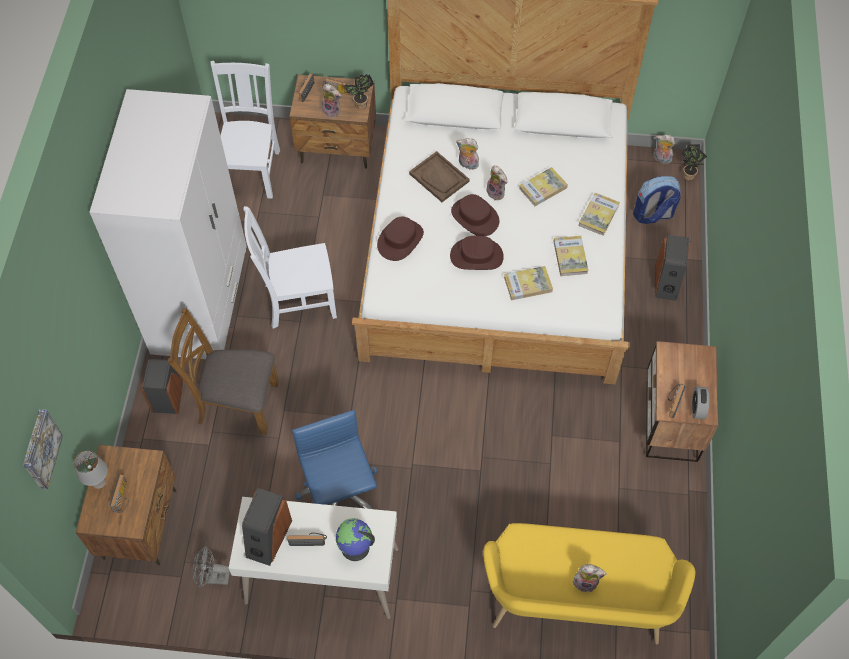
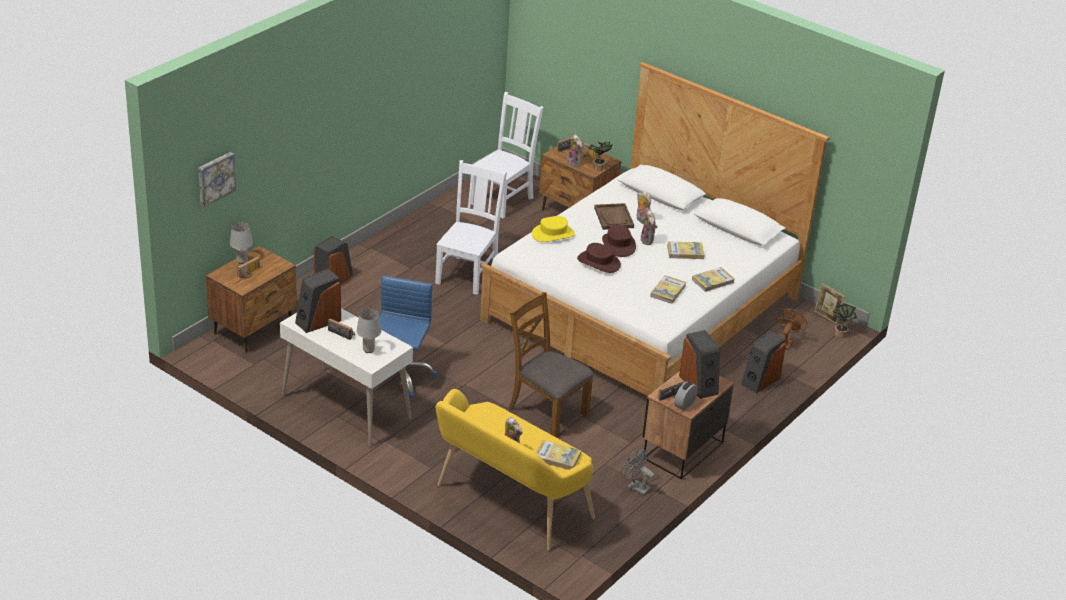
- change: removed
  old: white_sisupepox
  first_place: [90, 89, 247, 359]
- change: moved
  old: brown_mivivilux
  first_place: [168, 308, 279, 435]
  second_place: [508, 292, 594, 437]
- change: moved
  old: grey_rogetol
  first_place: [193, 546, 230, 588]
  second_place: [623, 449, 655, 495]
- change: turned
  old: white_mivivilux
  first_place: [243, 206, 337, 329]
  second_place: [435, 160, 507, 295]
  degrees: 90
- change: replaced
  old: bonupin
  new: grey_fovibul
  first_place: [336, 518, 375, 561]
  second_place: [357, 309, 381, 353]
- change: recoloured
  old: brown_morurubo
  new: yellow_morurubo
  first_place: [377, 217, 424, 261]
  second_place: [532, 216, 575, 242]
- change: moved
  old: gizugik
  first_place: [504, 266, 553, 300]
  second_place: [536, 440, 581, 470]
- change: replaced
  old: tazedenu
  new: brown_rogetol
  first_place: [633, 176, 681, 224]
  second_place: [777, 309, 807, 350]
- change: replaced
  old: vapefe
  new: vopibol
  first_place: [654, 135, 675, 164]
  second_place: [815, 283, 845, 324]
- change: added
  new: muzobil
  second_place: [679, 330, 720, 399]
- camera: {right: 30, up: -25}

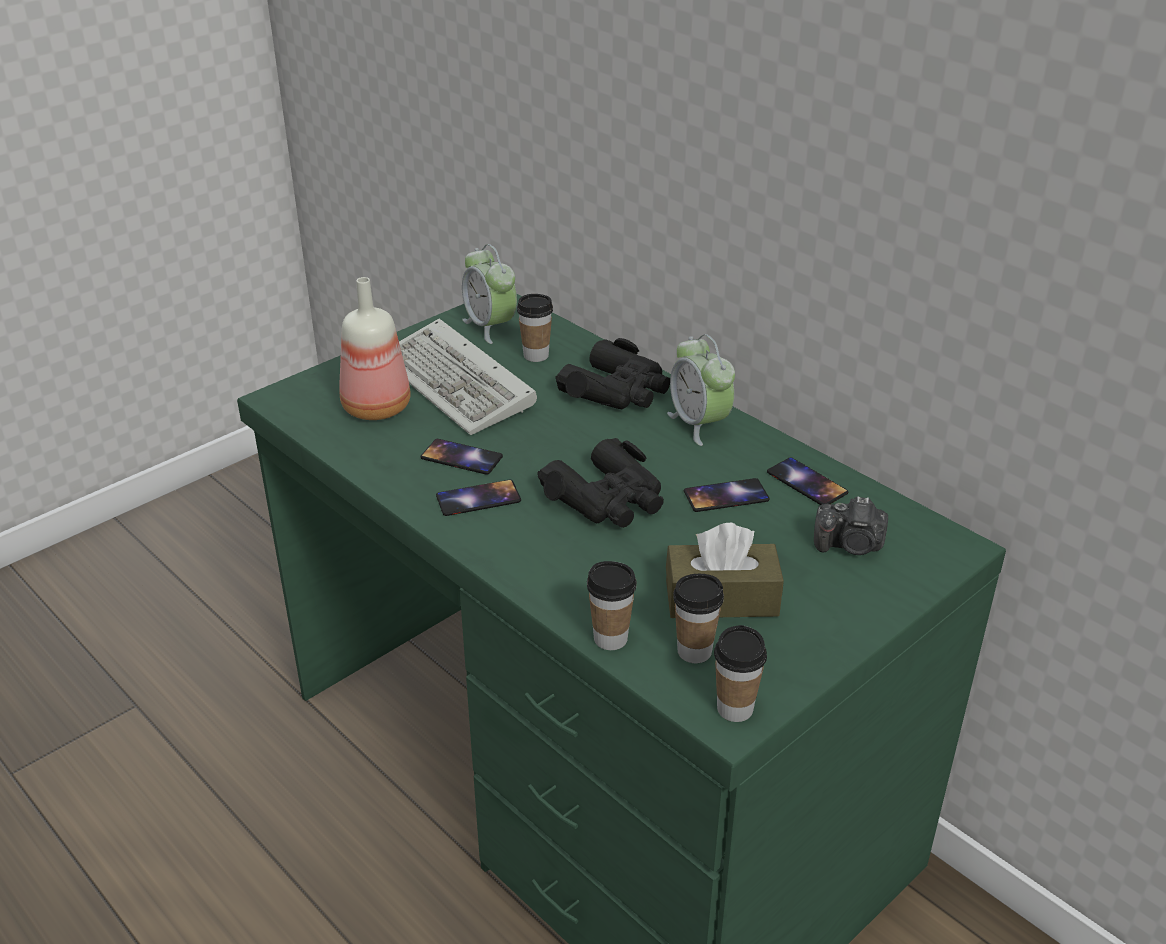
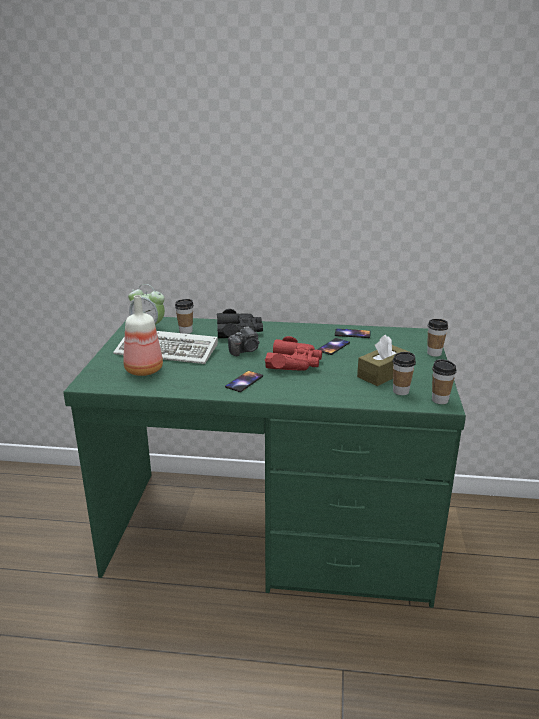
- change: removed
  old: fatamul
  first_place: [420, 439, 503, 475]
- change: recoloured
  old: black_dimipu
  new: red_dimipu
  first_place: [537, 438, 664, 528]
  second_place: [265, 336, 322, 371]
- change: moved
  old: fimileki
  first_place: [587, 561, 637, 650]
  second_place: [427, 319, 448, 357]
- change: removed
  old: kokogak
  first_place: [667, 334, 735, 446]
- change: moved
  old: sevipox
  first_place: [814, 496, 888, 555]
  second_place: [228, 326, 260, 356]
- camera: {right: -40, up: -10}

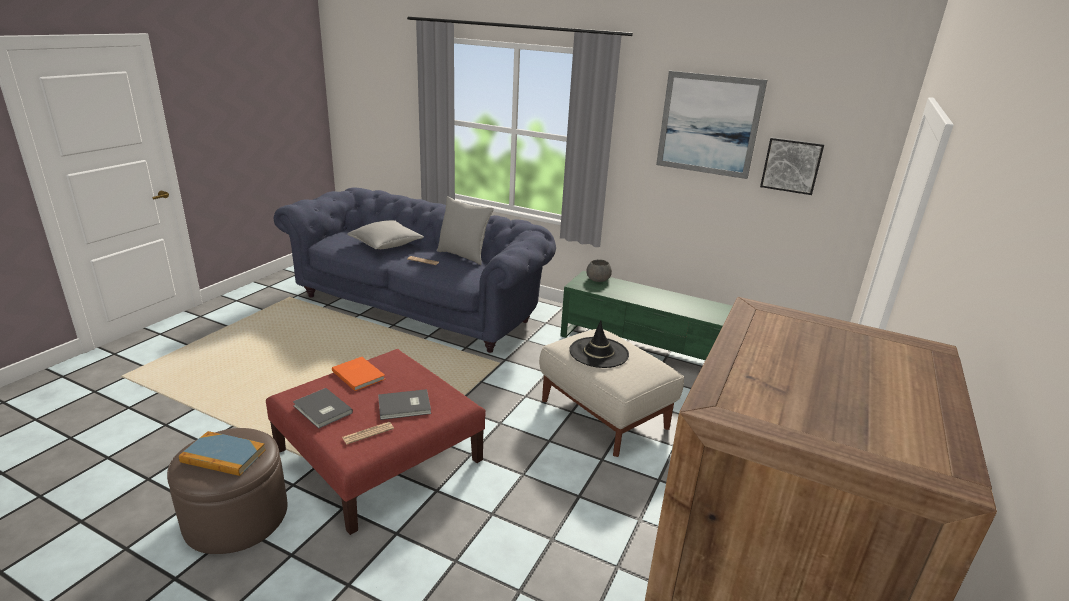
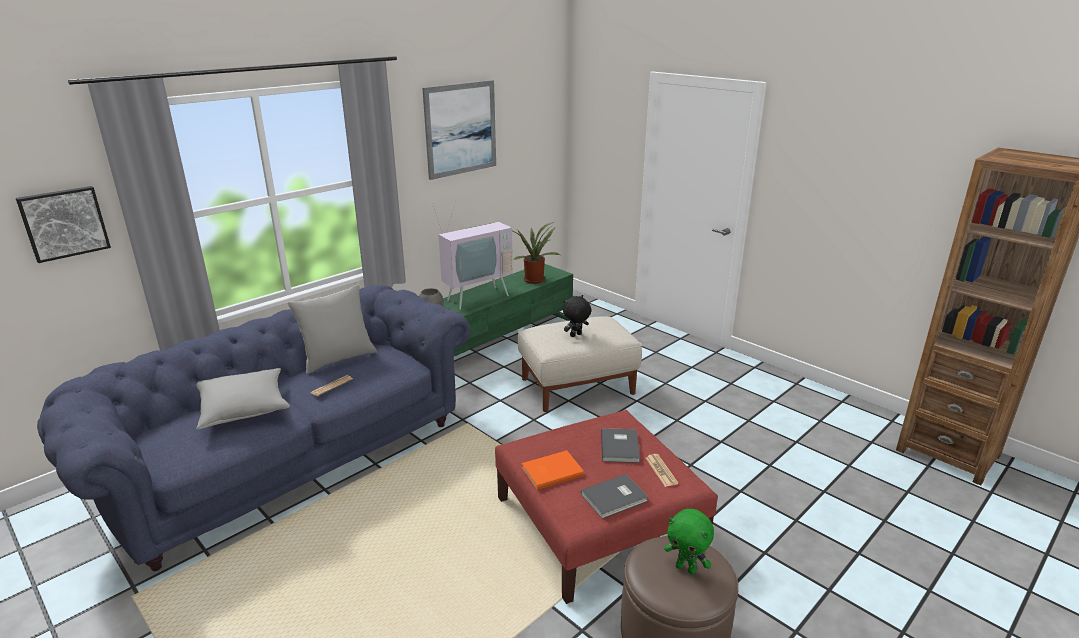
- change: replaced
  old: gizugik
  new: green_vapefe
  first_place: [179, 431, 266, 476]
  second_place: [664, 509, 714, 574]
- change: replaced
  old: black_morurubo
  new: black_vapefe
  first_place: [569, 320, 629, 368]
  second_place: [563, 295, 592, 337]
- change: moved
  old: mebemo
  first_place: [760, 137, 825, 195]
  second_place: [16, 186, 111, 263]
- change: added
  new: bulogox
  second_place: [432, 201, 513, 310]
- change: added
  new: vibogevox
  second_place: [512, 222, 560, 284]
- camera: {right: -70, up: 0}

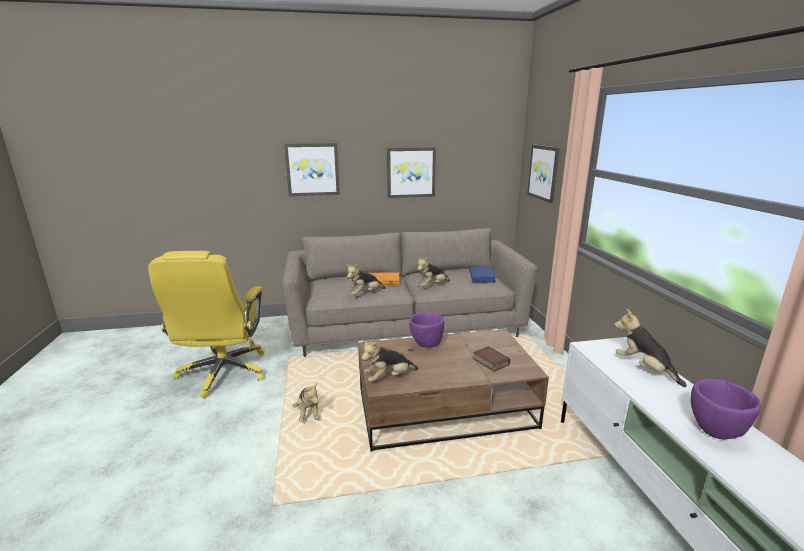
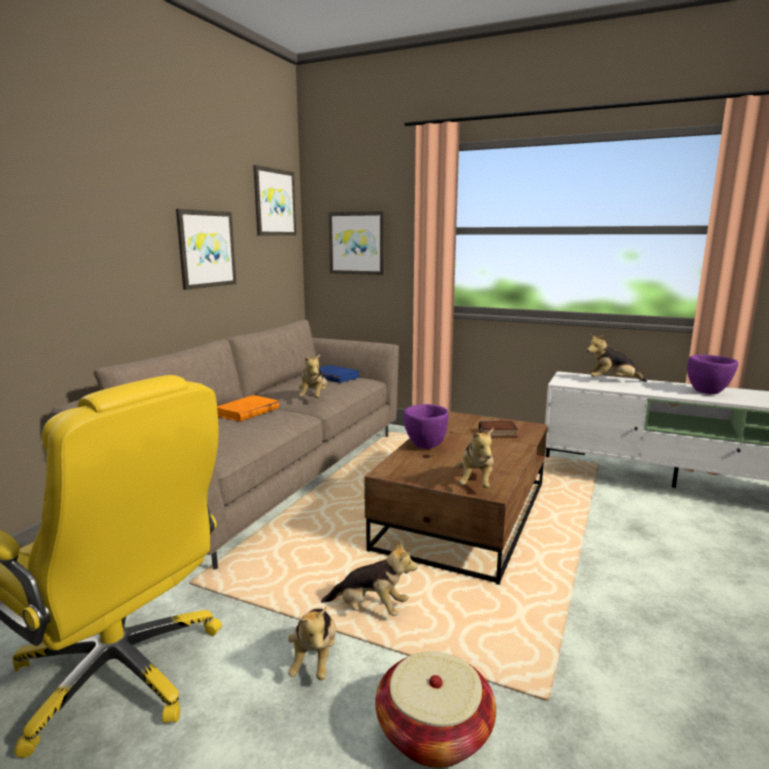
- change: moved
  old: mebemo
  first_place: [284, 143, 340, 196]
  second_place: [253, 165, 296, 236]
- change: moved
  old: vapefe
  first_place: [346, 264, 385, 295]
  second_place: [288, 606, 336, 680]
- change: added
  new: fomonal
  second_place: [375, 651, 496, 768]
- camera: {right: -55, up: -5}

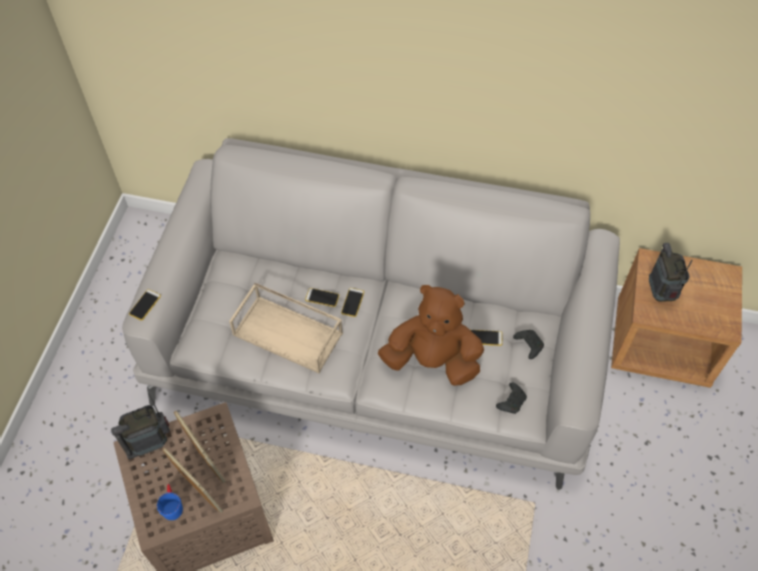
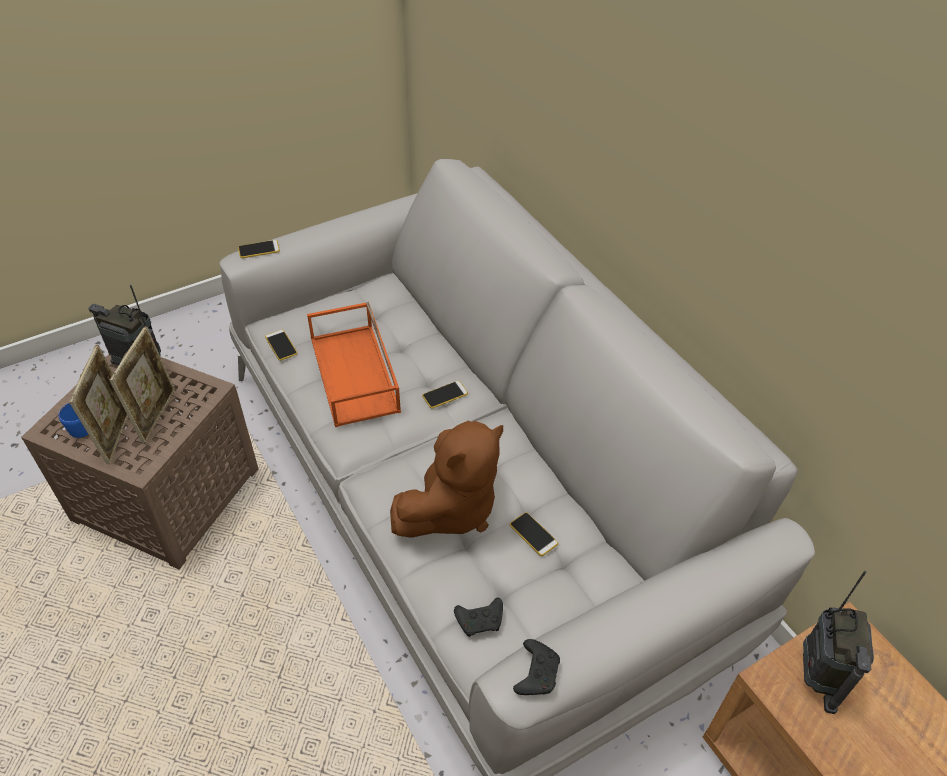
- change: recoloured
  old: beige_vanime
  new: orange_vanime
  first_place: [229, 283, 343, 373]
  second_place: [307, 302, 401, 427]
- change: moved
  old: fatamul
  first_place: [305, 288, 339, 307]
  second_place: [265, 330, 298, 361]
- change: turned
  old: brown_vapefe
  first_place: [378, 285, 484, 386]
  second_place: [390, 421, 503, 538]
  degrees: 75
- change: moved
  old: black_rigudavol
  first_place: [513, 330, 544, 359]
  second_place: [513, 639, 560, 695]
- change: turned
  old: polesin
  first_place: [649, 243, 692, 302]
  second_place: [803, 571, 874, 714]
  degrees: 150
- camera: {right: 45, up: -10}

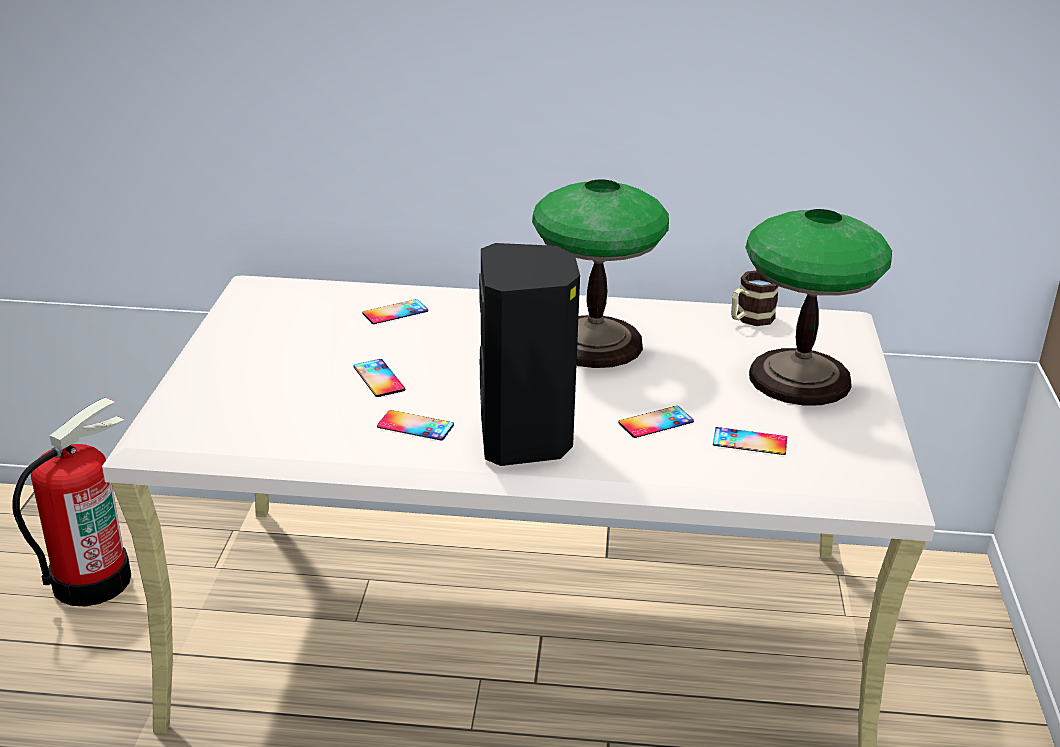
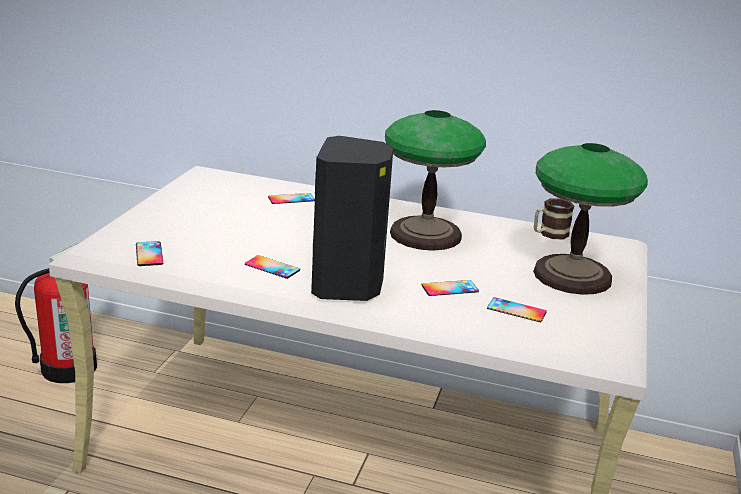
- change: moved
  old: fatamul
  first_place: [353, 359, 406, 397]
  second_place: [136, 241, 163, 266]
- camera: {right: 10, up: -5}

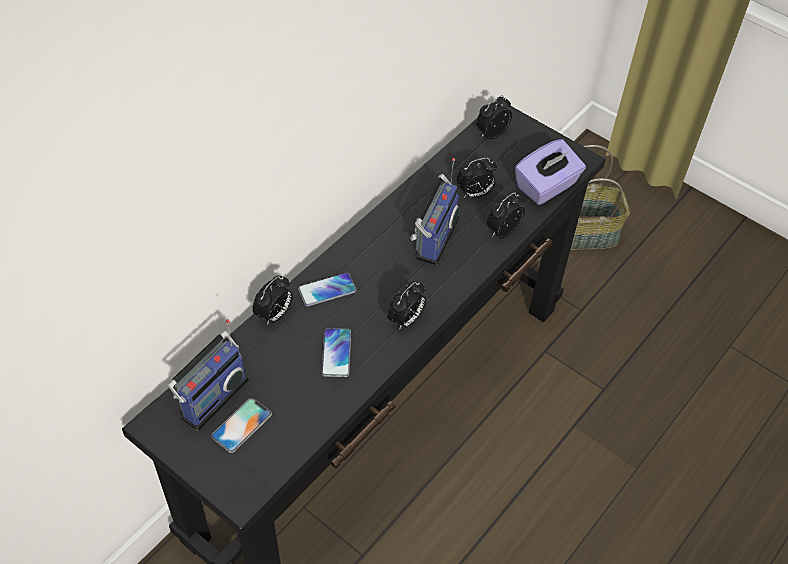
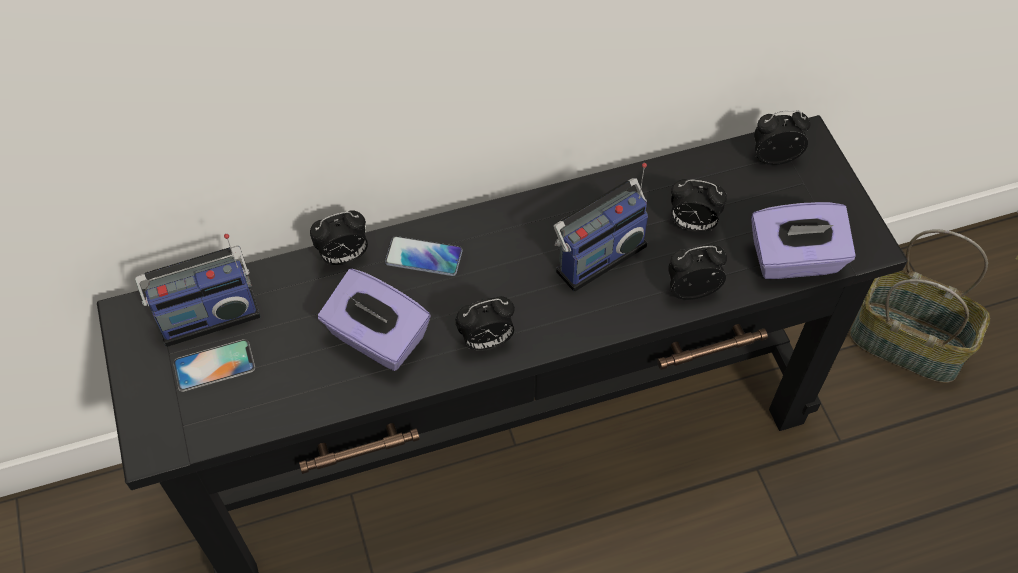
- change: replaced
  old: fatamul
  new: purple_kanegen
  first_place: [322, 328, 351, 377]
  second_place: [318, 269, 431, 371]
- camera: {right: 35, up: 5}

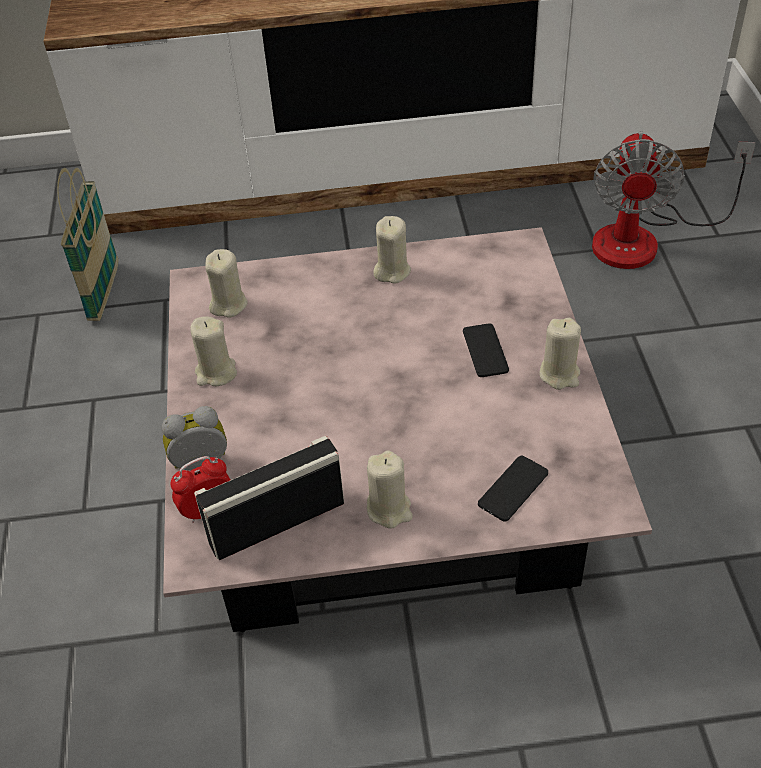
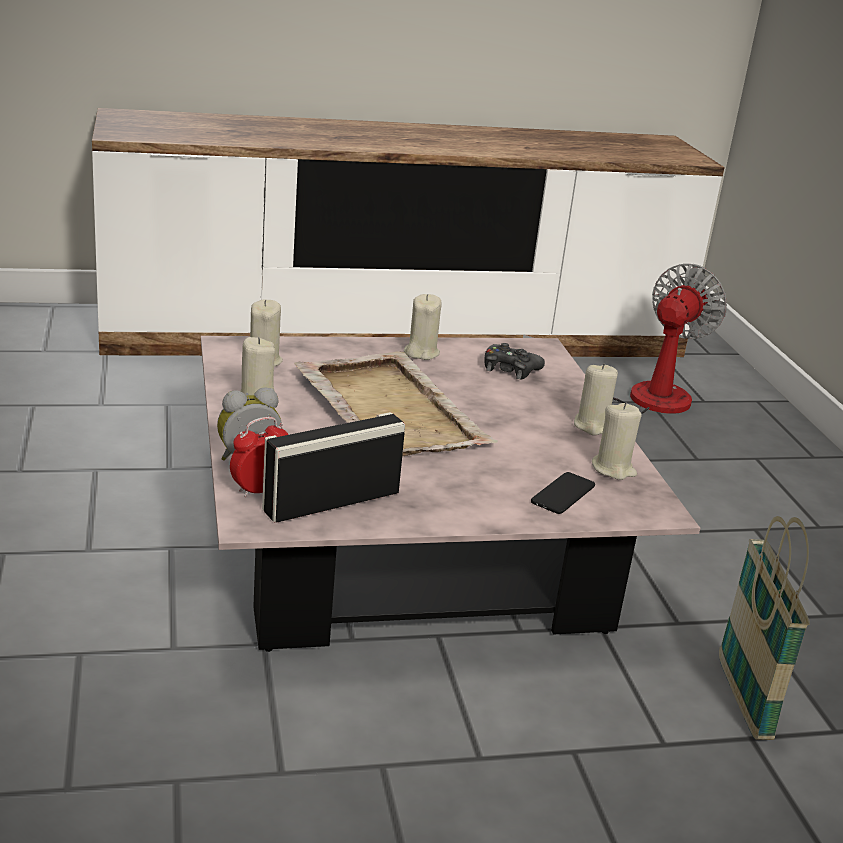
- change: moved
  old: fomonal
  first_place: [57, 168, 118, 321]
  second_place: [719, 516, 810, 740]
- change: moved
  old: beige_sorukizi
  first_place: [367, 451, 413, 529]
  second_place: [592, 403, 642, 480]
- change: removed
  old: fatamul
  first_place: [463, 323, 509, 377]
- change: turned
  old: rogetol
  first_place: [592, 131, 756, 269]
  second_place: [523, 264, 727, 414]
  degrees: -150
- change: added
  new: beige_vanime
  second_place: [294, 351, 498, 457]
- change: added
  new: black_rigudavol
  second_place: [485, 343, 545, 380]
- camera: {right: -10, up: -20}

